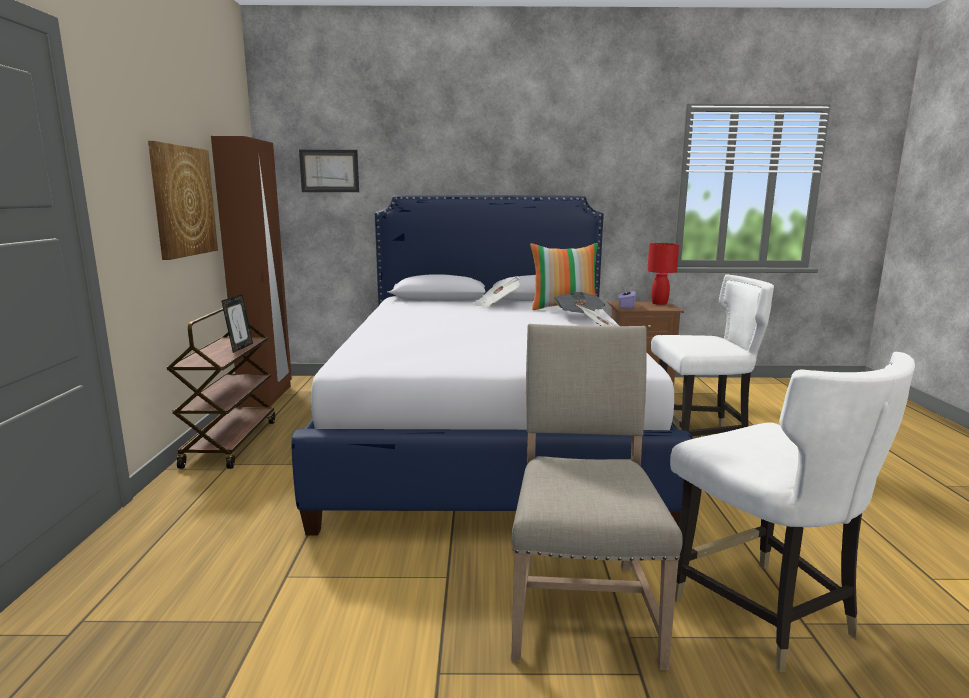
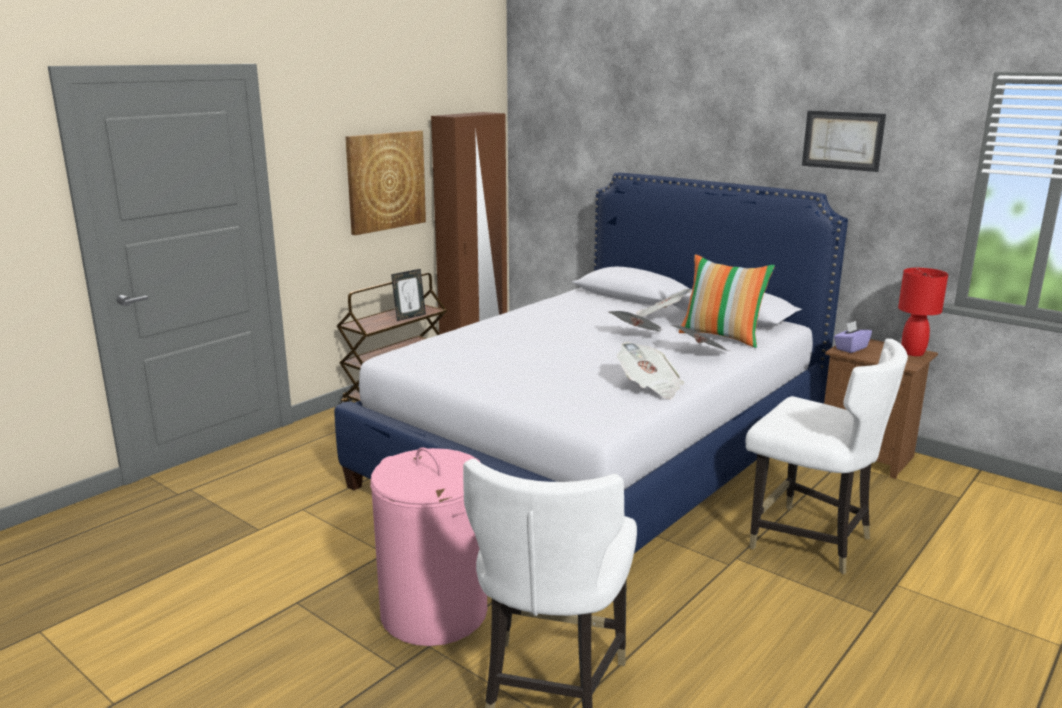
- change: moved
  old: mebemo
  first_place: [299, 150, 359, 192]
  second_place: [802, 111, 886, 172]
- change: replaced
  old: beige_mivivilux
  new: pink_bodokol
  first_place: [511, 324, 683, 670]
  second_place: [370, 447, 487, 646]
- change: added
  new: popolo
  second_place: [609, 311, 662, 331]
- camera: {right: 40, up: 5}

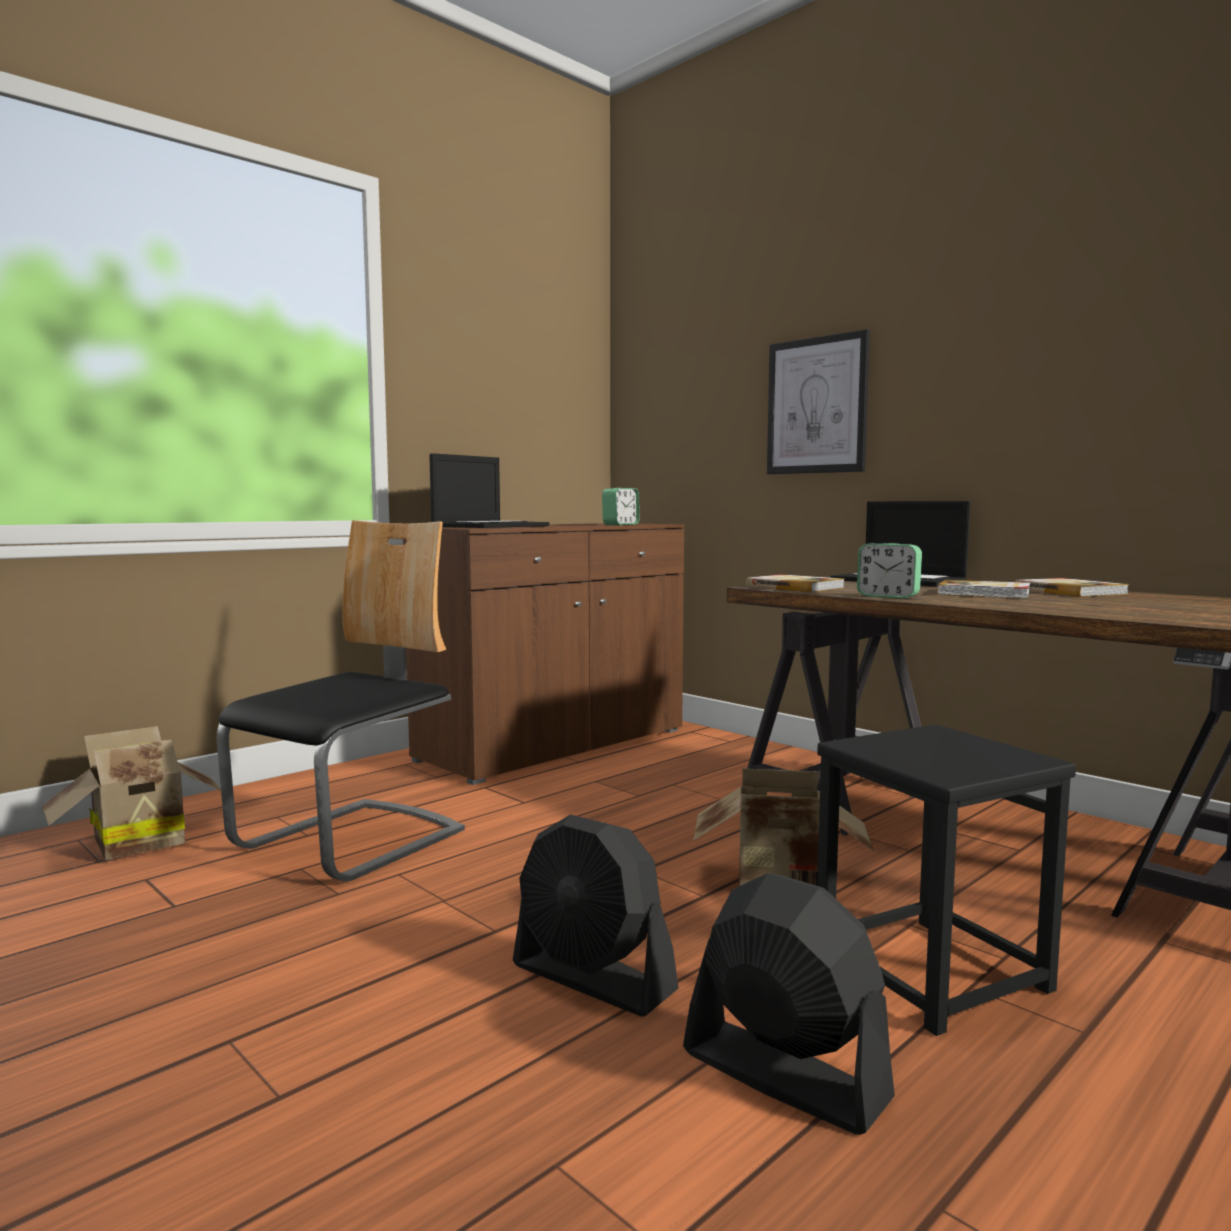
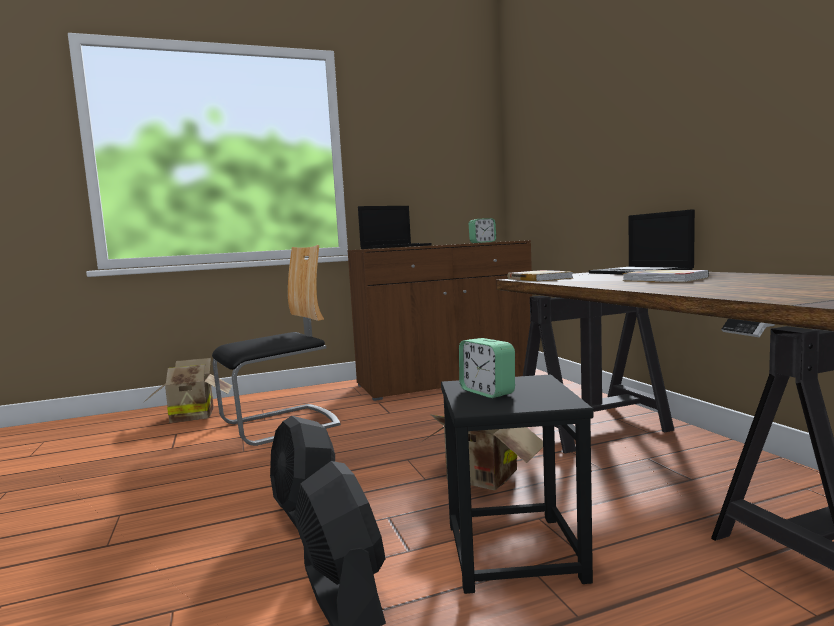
- change: removed
  old: mebemo
  first_place: [767, 329, 870, 474]
- change: moved
  old: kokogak
  first_place: [857, 543, 922, 598]
  second_place: [459, 338, 515, 398]
- change: removed
  old: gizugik
  first_place: [1015, 578, 1129, 597]
- camera: {right: 25, up: 0}

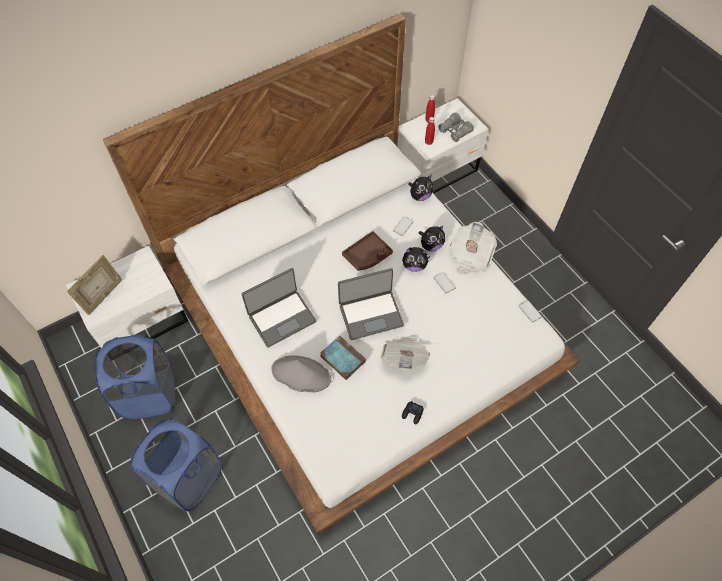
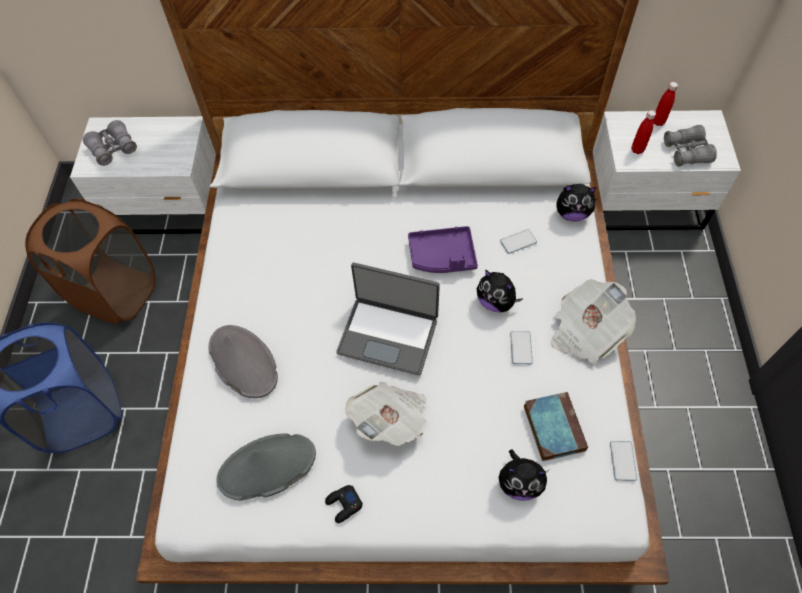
- change: replaced
  old: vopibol
  new: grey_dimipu
  first_place: [67, 255, 122, 315]
  second_place: [83, 120, 137, 166]
- change: recoloured
  old: blue_bodokol
  new: brown_bodokol
  first_place: [95, 335, 176, 420]
  second_place: [25, 198, 156, 324]
- change: removed
  old: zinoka
  first_place: [242, 268, 317, 348]
- change: moved
  old: gizugik
  first_place: [320, 336, 366, 380]
  second_place: [524, 392, 588, 461]
- change: recoloured
  old: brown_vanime
  new: purple_vanime
  first_place: [342, 231, 393, 271]
  second_place: [408, 226, 478, 273]
- change: moved
  old: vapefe
  first_place: [419, 225, 445, 251]
  second_place: [499, 449, 550, 501]
- change: added
  new: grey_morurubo
  second_place: [216, 433, 316, 501]
- camera: {right: 35, up: 0}

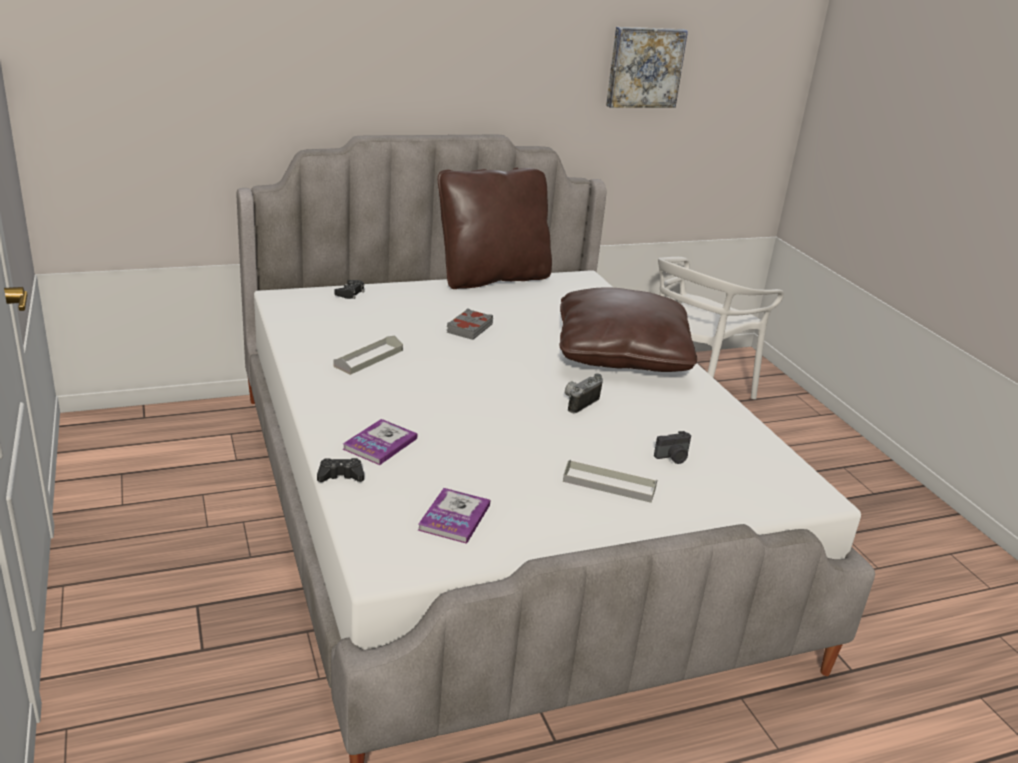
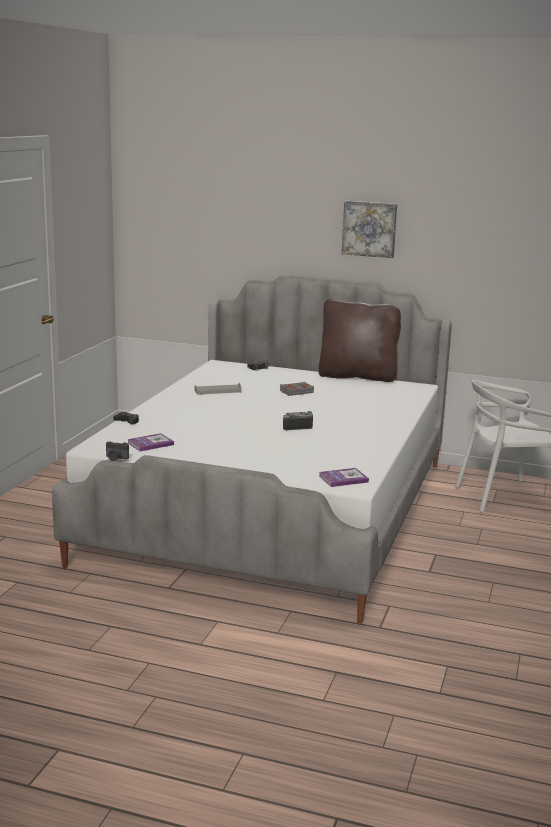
- change: moved
  old: gizugik
  first_place: [343, 419, 418, 465]
  second_place: [319, 468, 369, 487]
- change: removed
  old: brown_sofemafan
  first_place: [559, 288, 697, 372]
- change: removed
  old: grey_vanime
  first_place: [563, 460, 657, 503]
- change: moved
  old: mebemo
  first_place: [606, 27, 688, 108]
  second_place: [342, 201, 397, 258]
- change: moved
  old: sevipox
  first_place: [654, 431, 691, 464]
  second_place: [106, 442, 129, 461]
- camera: {right: 40, up: -10}

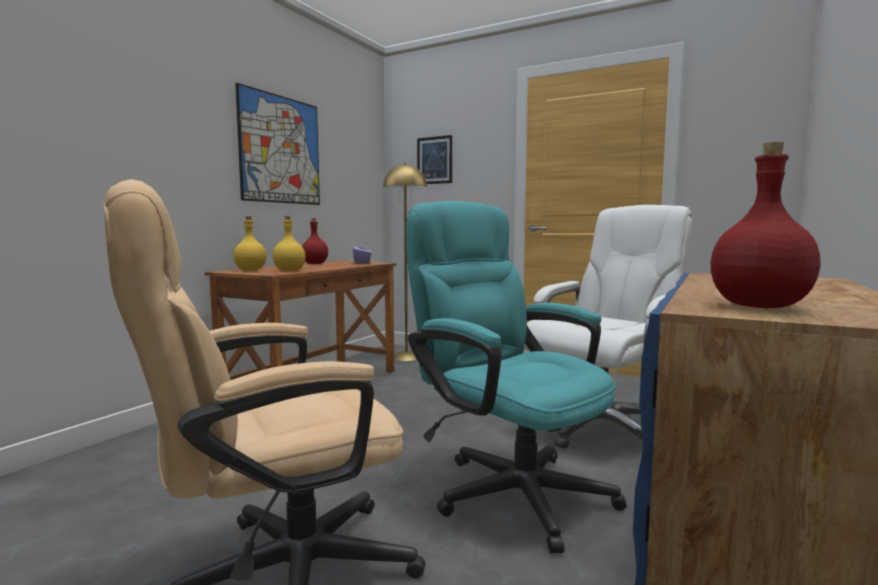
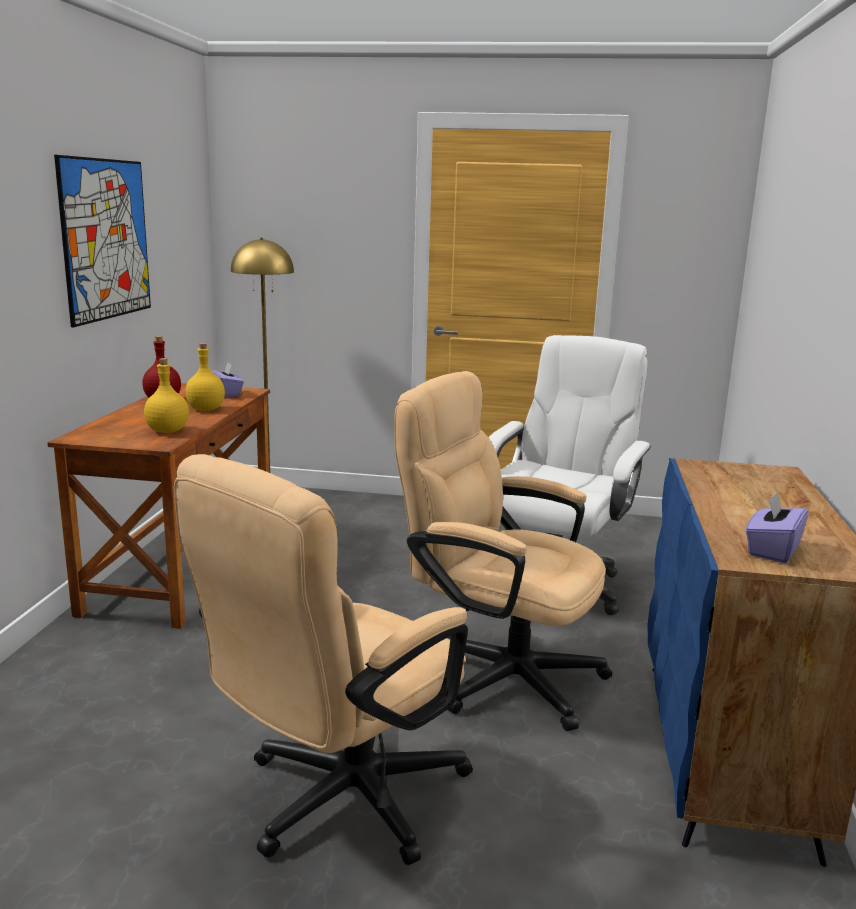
- change: moved
  old: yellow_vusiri
  first_place: [233, 216, 267, 271]
  second_place: [185, 343, 225, 411]
- change: recoloured
  old: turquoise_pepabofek
  new: beige_pepabofek
  first_place: [406, 201, 627, 553]
  second_place: [395, 371, 612, 731]
- change: removed
  old: mebemo
  first_place: [417, 135, 452, 184]
- change: replaced
  old: red_vusiri
  new: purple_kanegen
  first_place: [710, 141, 821, 308]
  second_place: [745, 492, 809, 563]
- camera: {right: -20, up: 10}

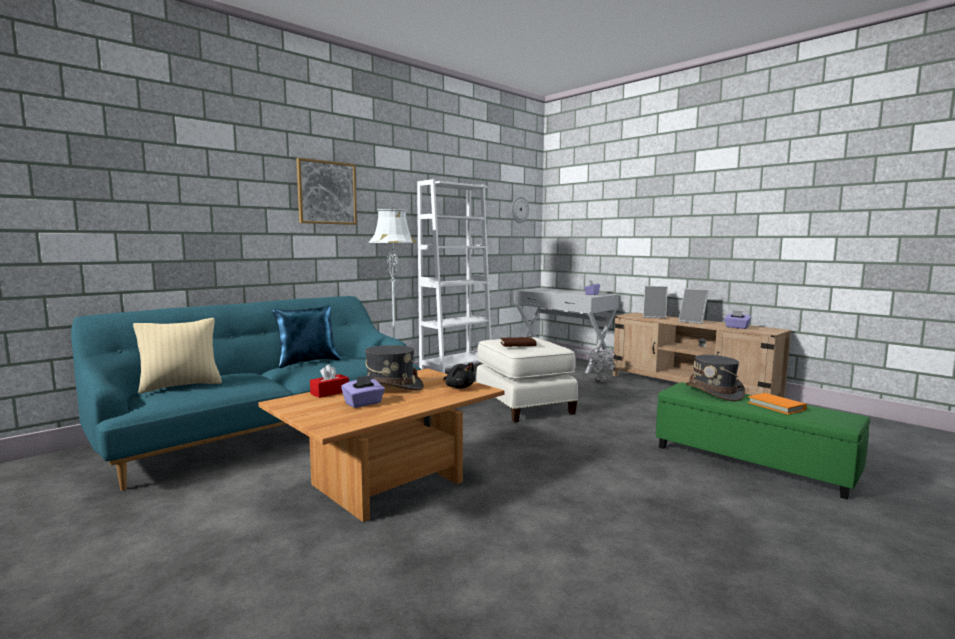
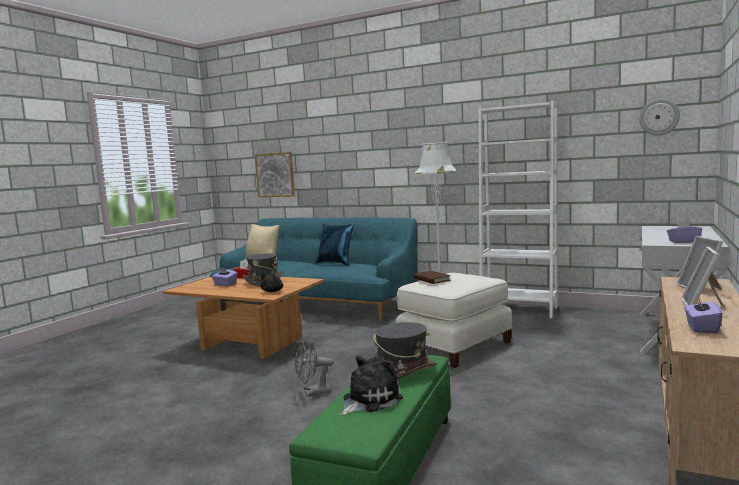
- change: moved
  old: mebemo
  first_place: [296, 158, 357, 225]
  second_place: [255, 152, 295, 197]
- change: moved
  old: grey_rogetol
  first_place: [588, 347, 617, 383]
  second_place: [295, 340, 334, 396]
- change: replaced
  old: orange_gizugik
  new: vapefe
  first_place: [748, 393, 807, 415]
  second_place: [340, 356, 403, 416]
- camera: {right: 70, up: 0}

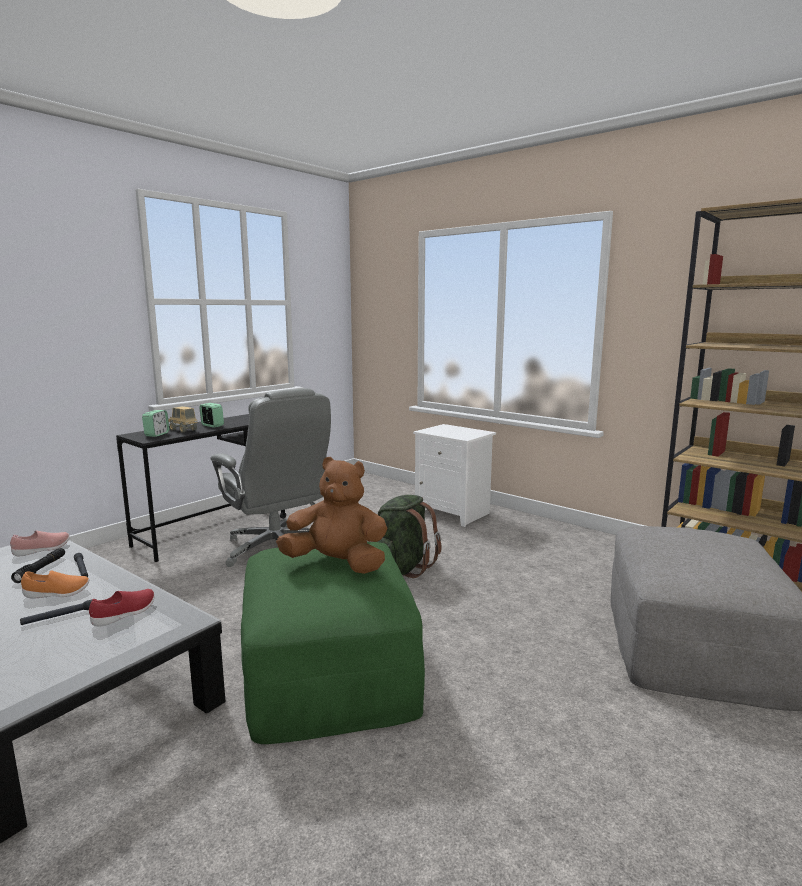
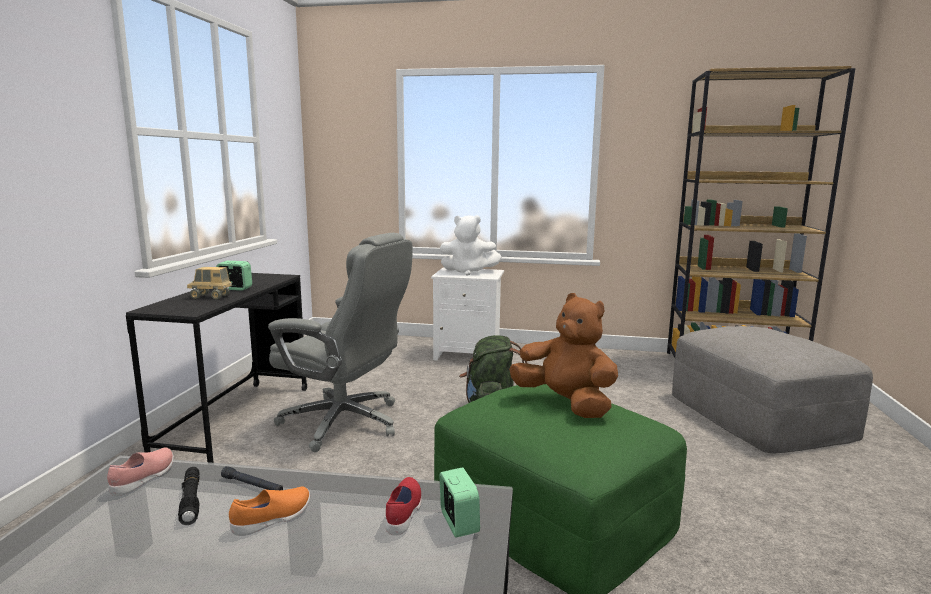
- change: removed
  old: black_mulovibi
  first_place: [20, 599, 92, 625]
- change: moved
  old: kokogak
  first_place: [142, 410, 169, 437]
  second_place: [439, 467, 480, 537]
- change: turned
  old: brown_vapefe
  first_place: [276, 457, 388, 574]
  second_place: [509, 293, 618, 418]
  degrees: 60
- change: added
  new: white_vapefe
  second_place: [440, 215, 501, 276]
- camera: {right: -30, up: 0}

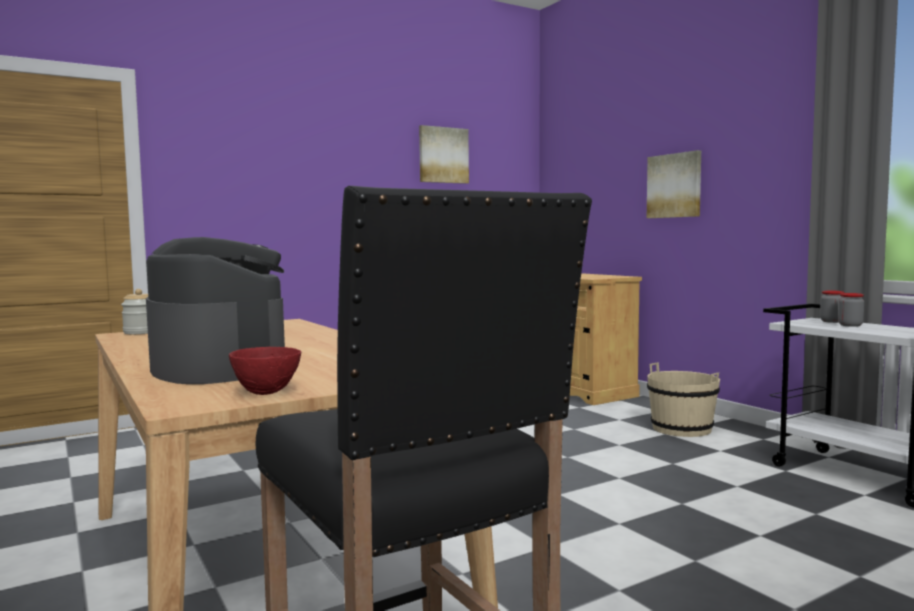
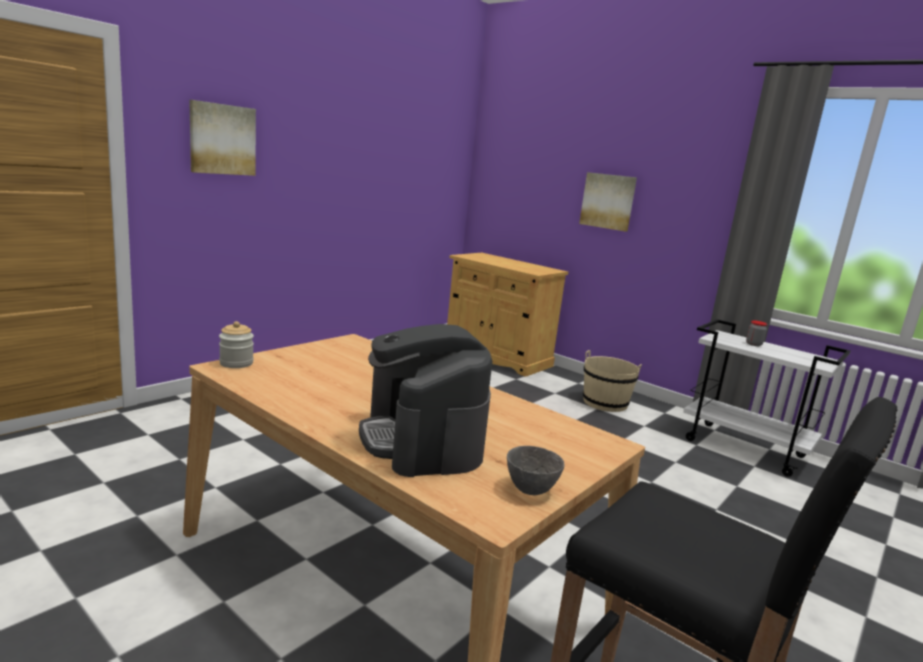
- change: turned
  old: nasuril
  first_place: [146, 237, 285, 384]
  second_place: [359, 324, 493, 477]
  degrees: -150
- change: recoloured
  old: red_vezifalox
  new: grey_vezifalox
  first_place: [229, 347, 301, 395]
  second_place: [507, 446, 565, 495]
- change: moved
  old: mebemo
  first_place: [419, 125, 469, 184]
  second_place: [189, 100, 256, 176]
- change: removed
  old: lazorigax
  first_place: [820, 290, 844, 323]
- camera: {right: -20, up: 10}

